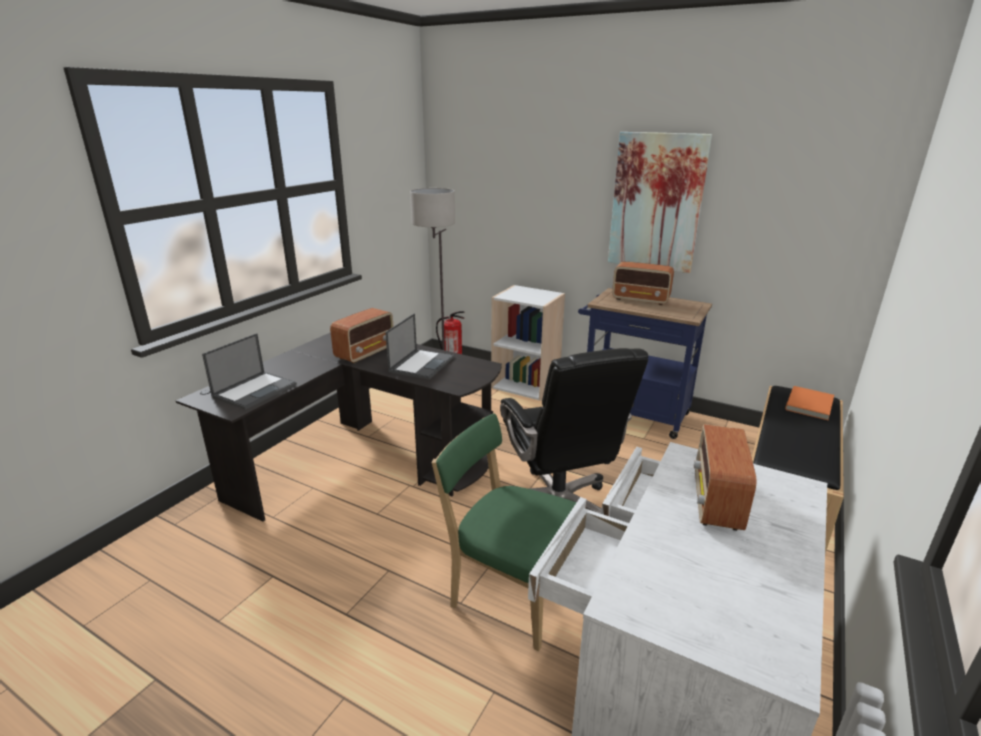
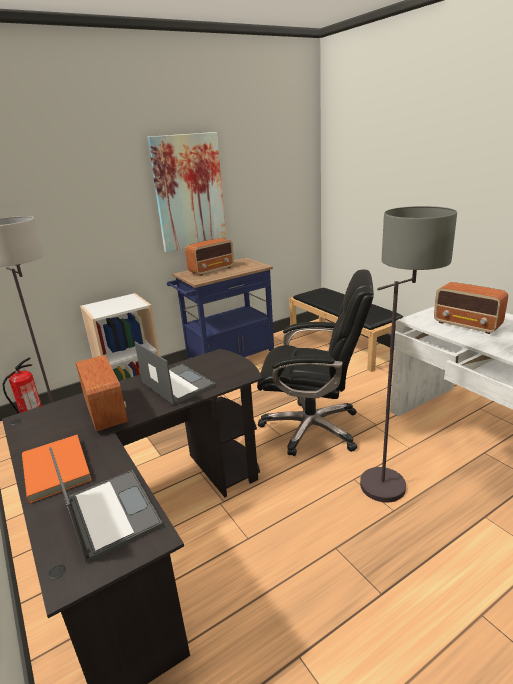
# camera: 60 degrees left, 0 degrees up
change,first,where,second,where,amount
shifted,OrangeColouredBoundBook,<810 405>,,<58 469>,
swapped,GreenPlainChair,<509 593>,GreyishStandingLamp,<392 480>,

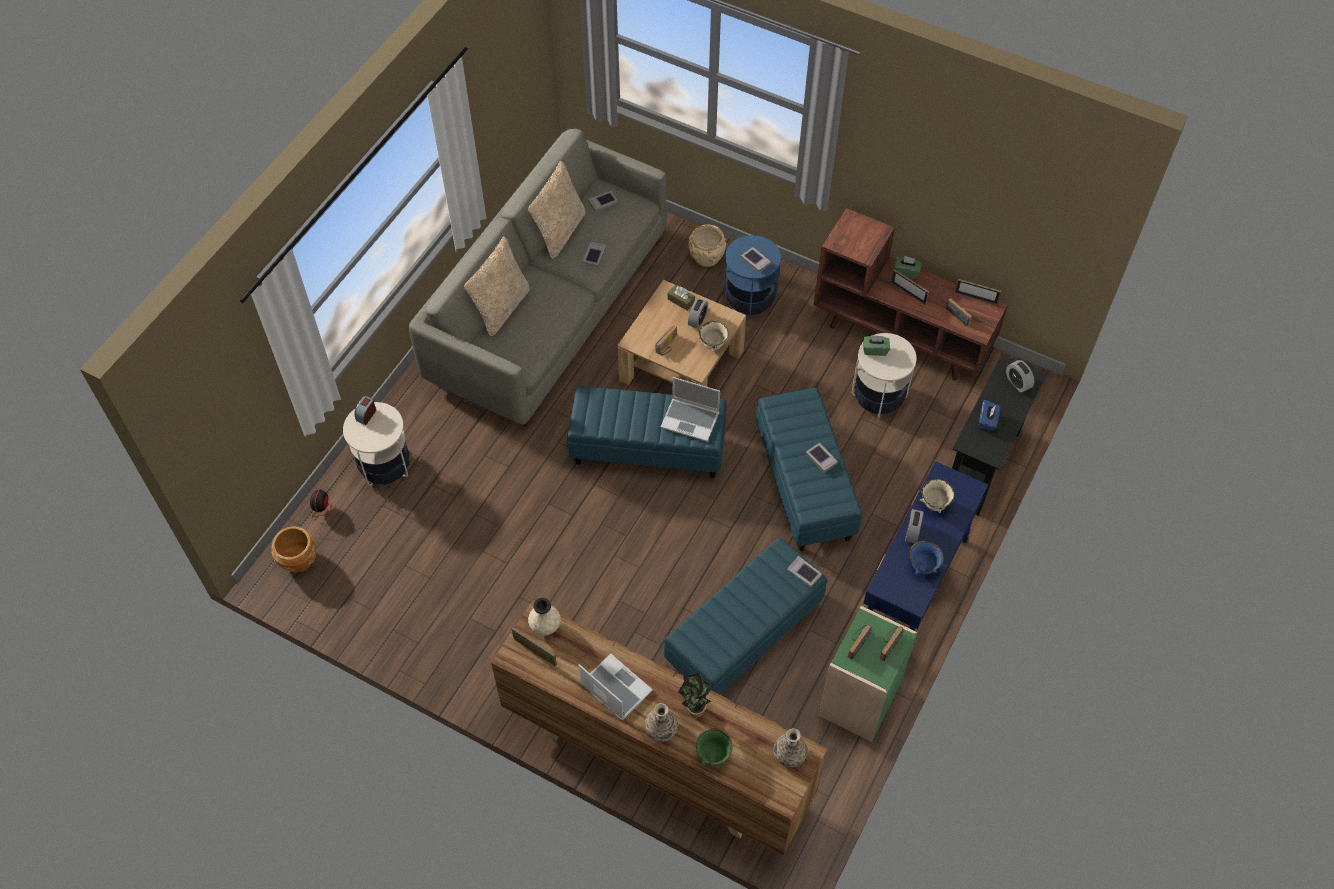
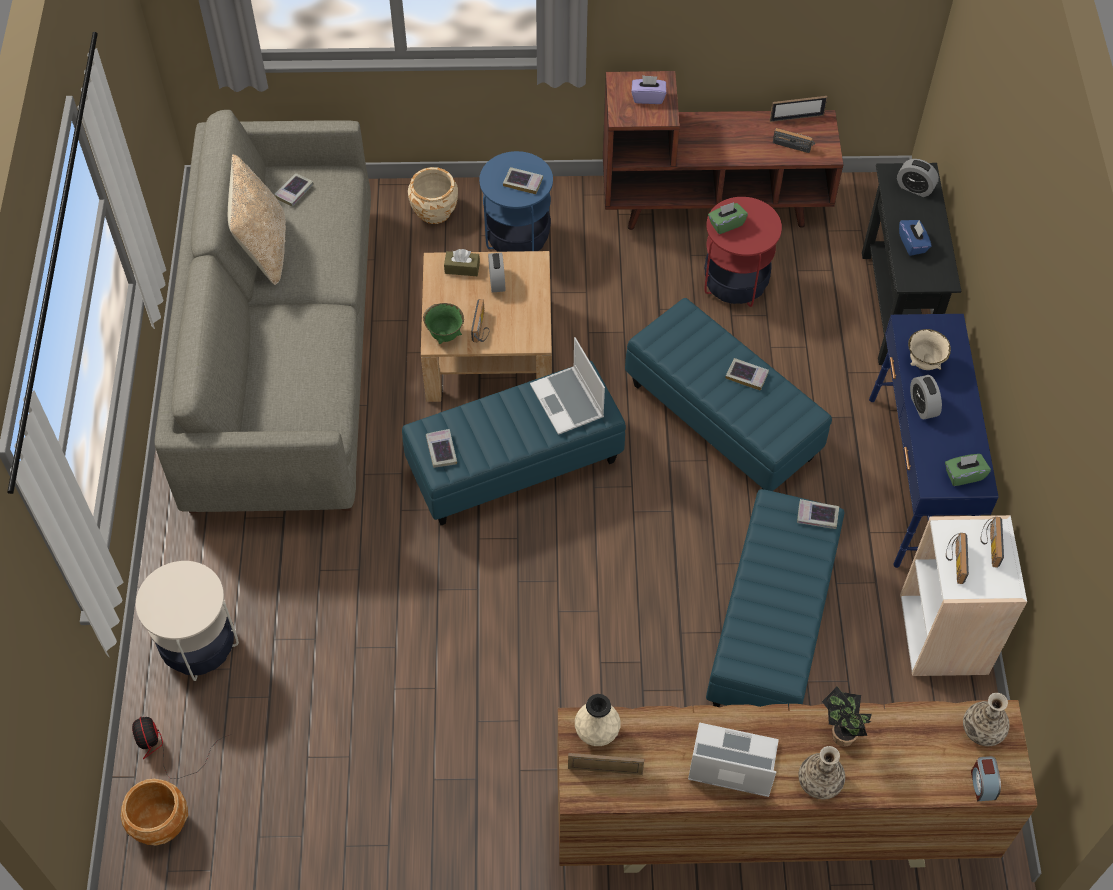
# camera: 30 degrees left, 0 degrees up
change,first,where,second,where,amount
gone,SandColouredPillow,<502 308>,,,
shifted,BoundBook,<594 256>,,<441 450>,
shifted,GreenBoxOfTissues,<906 272>,,<963 475>,
gone,PhotoFrame,<908 293>,,,
gone,SandColouredDeepDish,<713 345>,,,
repainted,SandColouredSideTable,<878 397>,RedSideTable,<735 284>,
rotated,Laptop,<691 420>,,<568 402>,75 degrees clockwise
shifted,TableClock,<366 415>,,<982 784>,
gone,BluishDeepDish,<923 566>,,,
repainted,GreenShelvingUnit,<860 701>,WhitishShelvingUnit,<945 635>,
shifted,GreenDeepDish,<713 755>,,<445 335>,
new,,,PurplishBoxOfTissues,<648 97>,

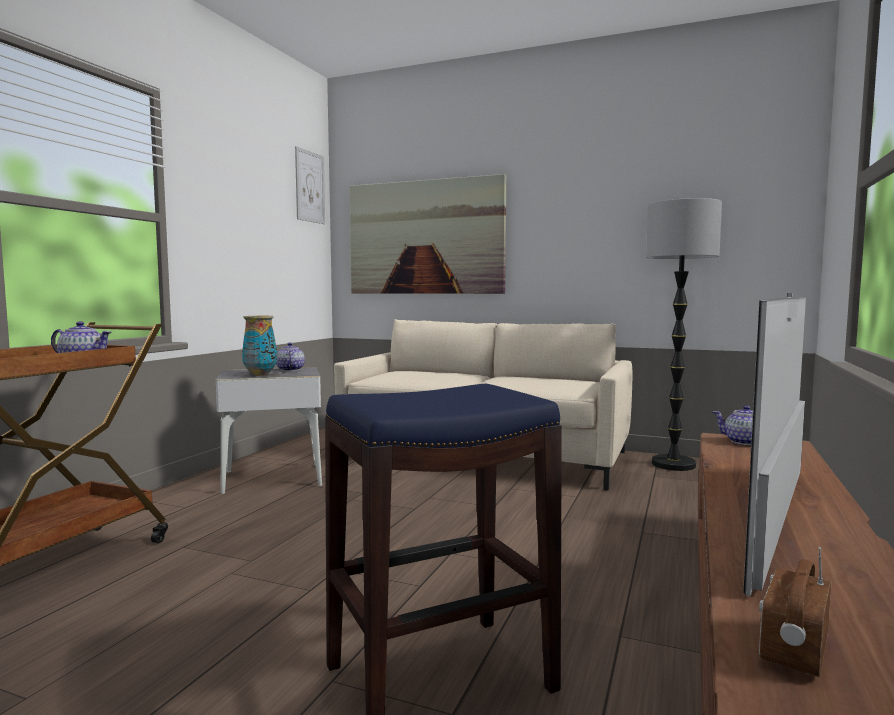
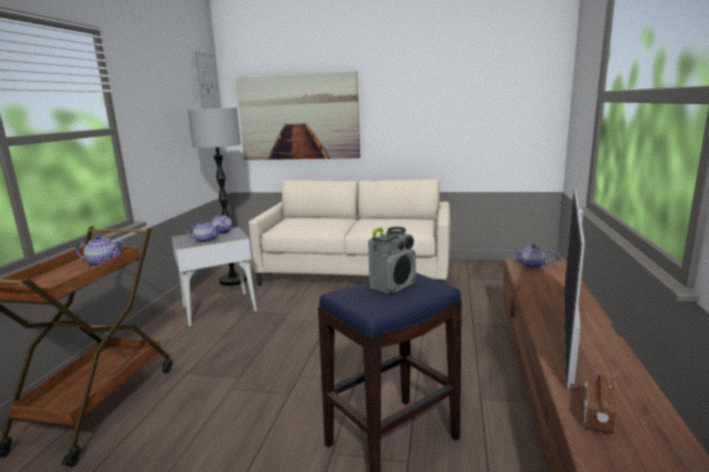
# camera: 10 degrees left, 10 degrees up
change,first,where,second,where,amount
shifted,StandingLamp,<673 464>,,<233 280>,
swapped,DecorativeVase,<260 374>,Teapot,<205 240>,
new,,,RadioSet,<393 286>,

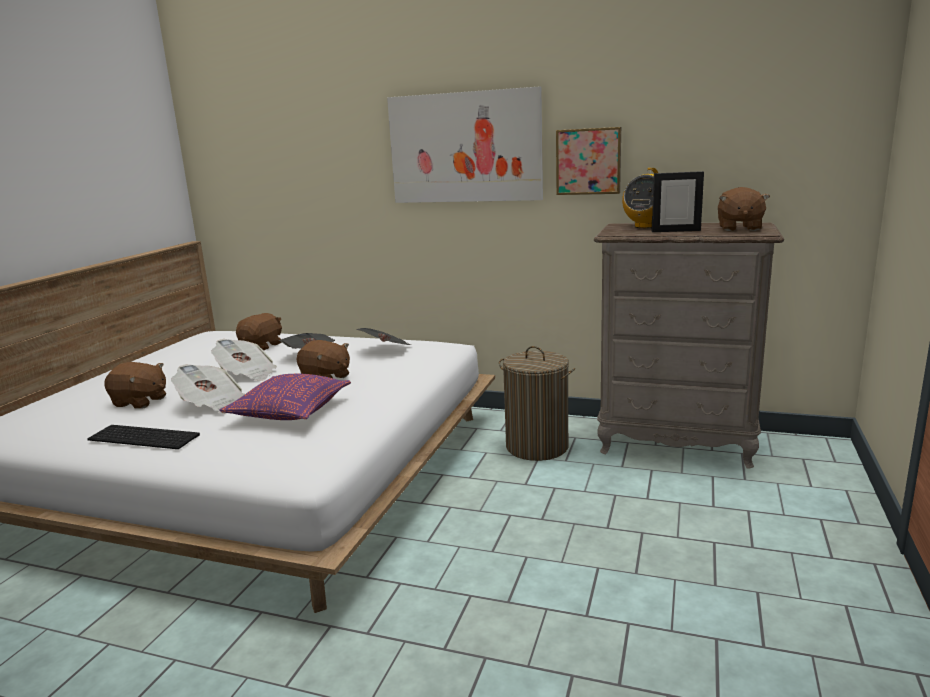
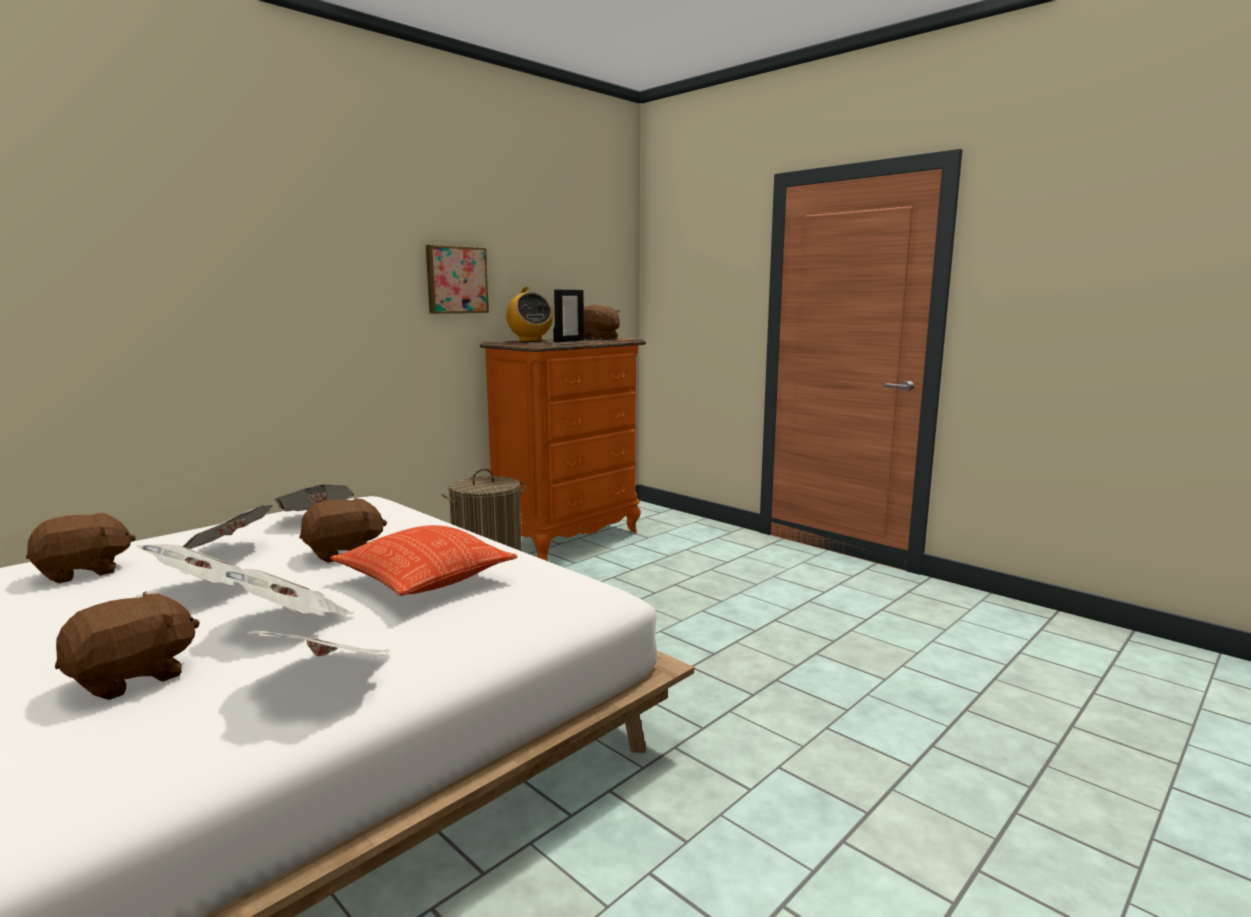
# camera: 65 degrees left, 5 degrees down
change,first,where,second,where,amount
gone,WallPicture,<465 147>,,,
repainted,SandColouredDresser,<676 444>,OrangeColouredDresser,<570 538>,
rotated,BrownishCuddlyToy,<262 346>,,<84 572>,90 degrees clockwise
repainted,PurplishPillow,<290 412>,OrangeColouredPillow,<424 580>,
swapped,ComputerKeyboard,<146 436>,Newspaper,<329 675>,

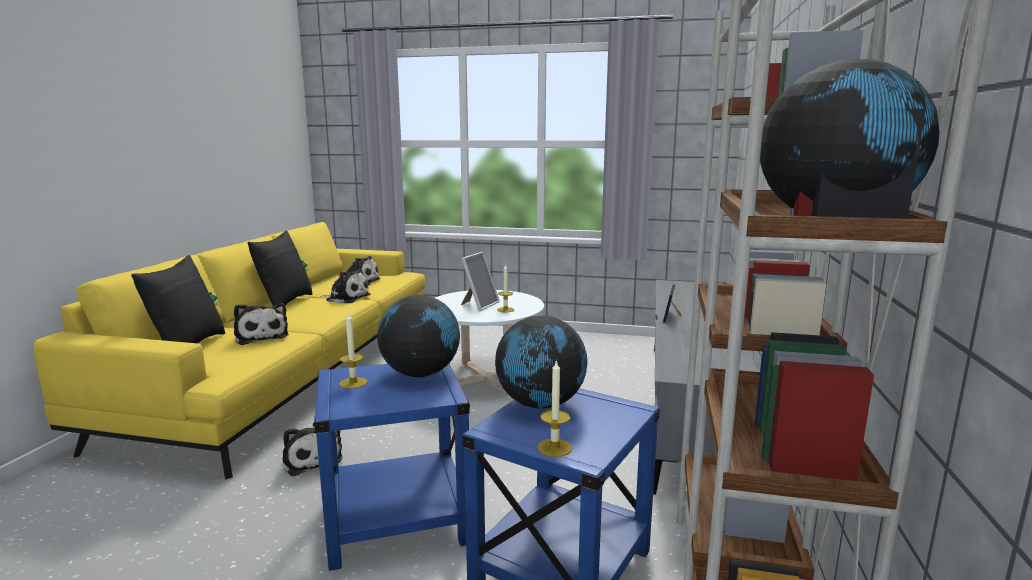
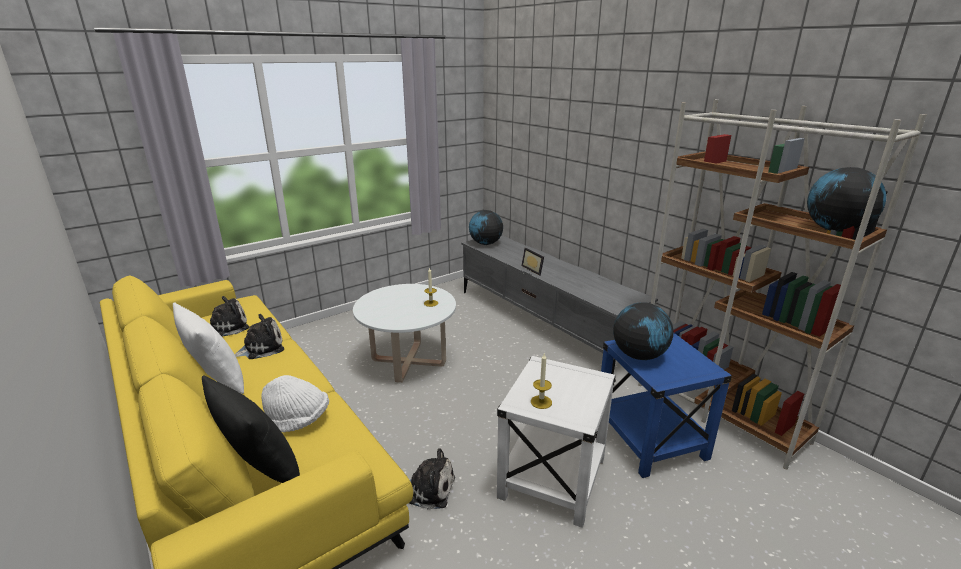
# camera: 50 degrees left, 10 degrees up
change,first,where,second,where,amount
repainted,BlackColouredPillow,<285 303>,WhitishPillow,<217 381>,
gone,PhotoFrame,<479 305>,,,
shifted,Globe,<420 374>,,<485 243>,
swapped,CuddlyToy,<261 336>,WhitishClothingHat,<298 420>,
gone,WaxCandle,<554 447>,,,
repainted,BluishSideTable,<397 520>,WhitishSideTable,<552 477>,

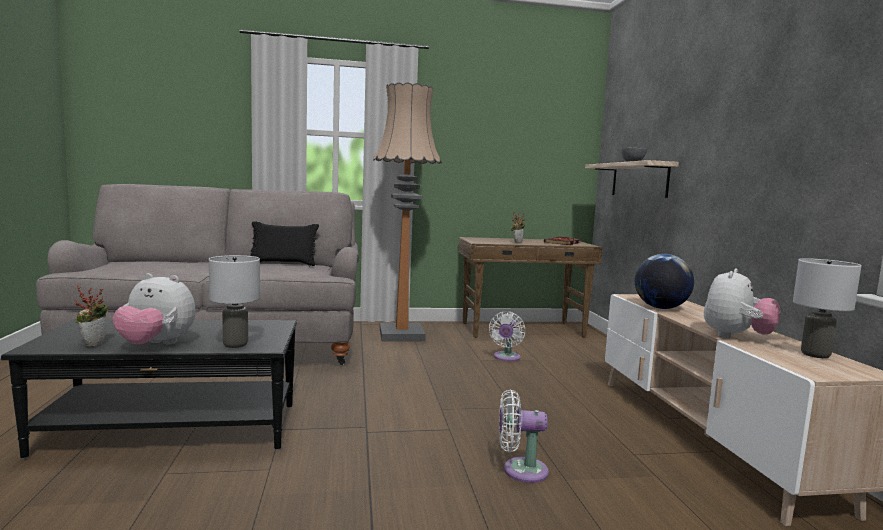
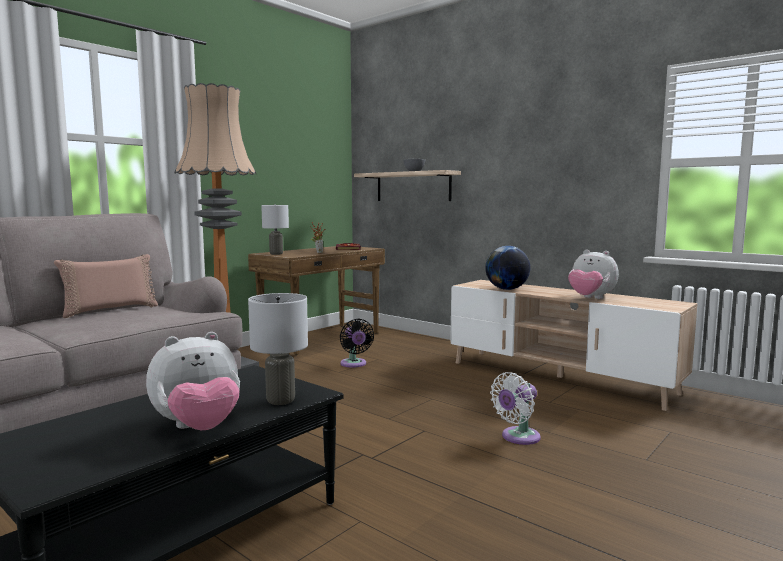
# camera: 40 degrees left, 0 degrees up
change,first,where,second,where,amount
repainted,BlackColouredPillow,<283 264>,SandColouredPillow,<110 311>,
shifted,WhitishTabletopLamp,<816 355>,,<276 254>,
rotated,CuddlyToy,<736 337>,,<590 298>,135 degrees clockwise
gone,PlantInAPot,<93 343>,,,
repainted,WhitishElectricFan,<506 358>,BlackColouredElectricFan,<354 364>,

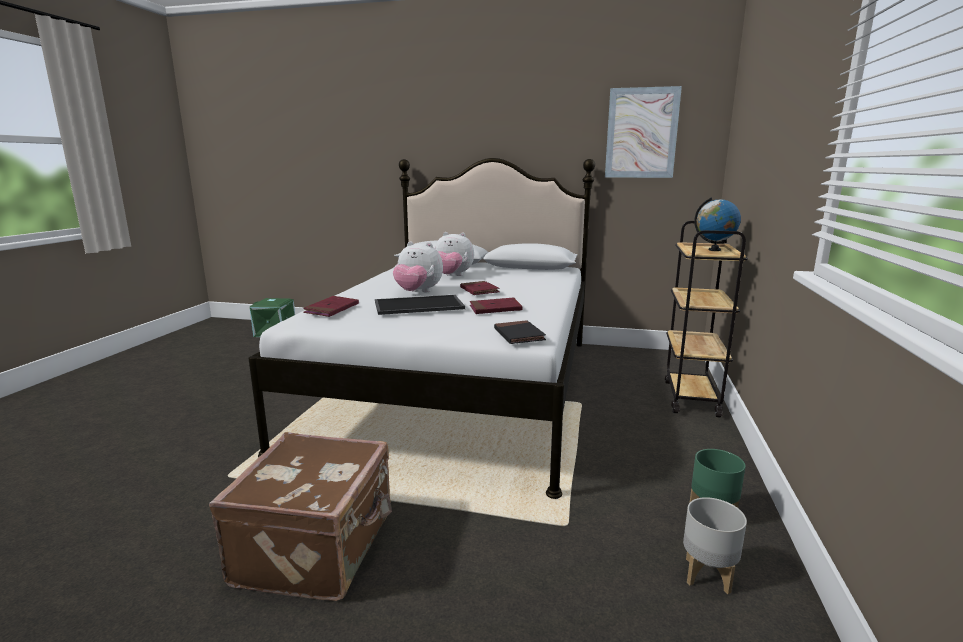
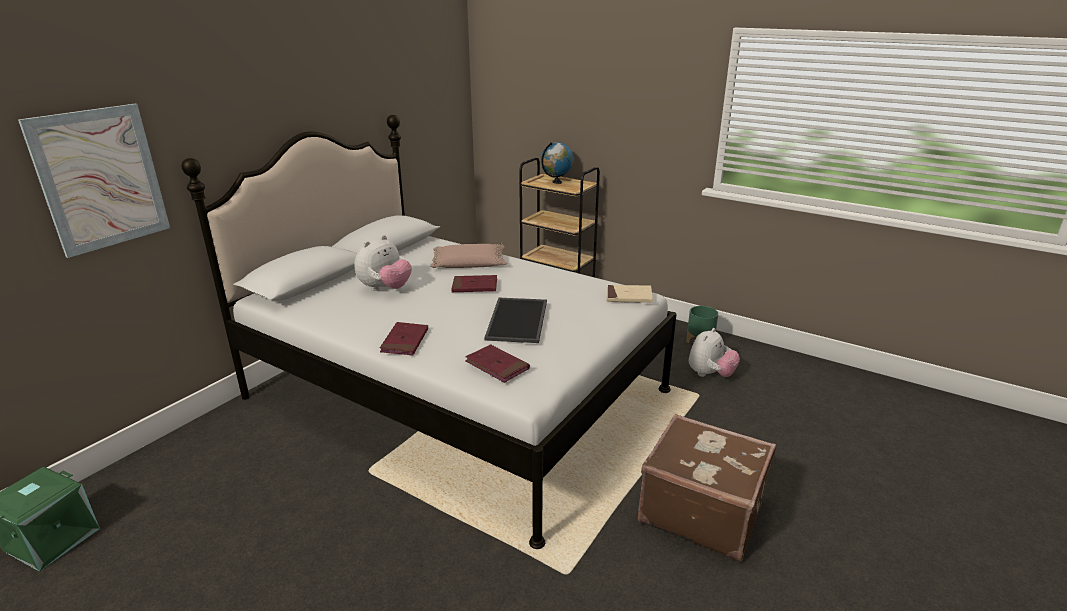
# camera: 70 degrees left, 10 degrees up
change,first,where,second,where,amount
shifted,WallPicture,<641 133>,,<101 179>,
shifted,CuddlyToy,<418 292>,,<710 374>,
shifted,RedBoundBook,<495 309>,,<405 341>,
repainted,BlackColouredBoundBook,<519 335>,SandColouredBoundBook,<628 296>,
gone,GreyishPlantPot,<706 575>,,,
new,,,SandColouredPillow,<469 262>,

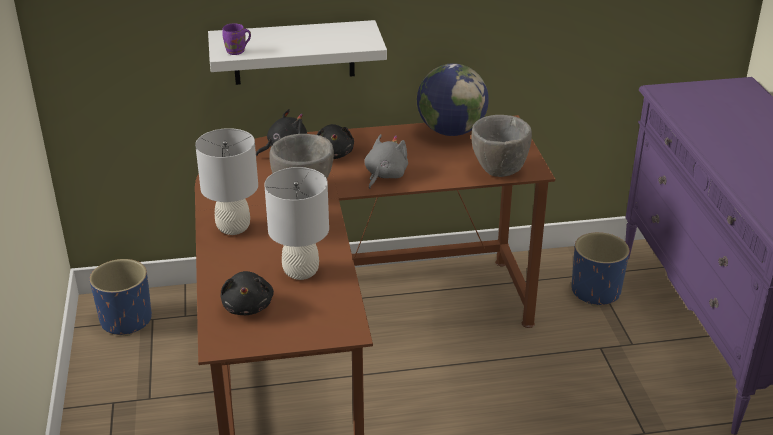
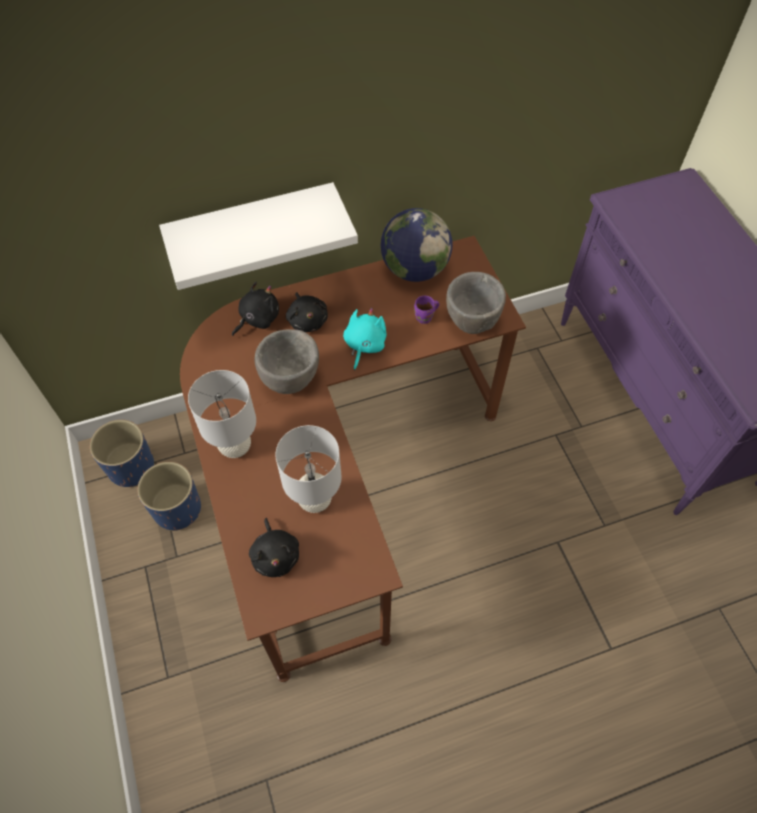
# camera: 10 degrees left, 25 degrees up
change,first,where,second,where,amount
shifted,PurplishCoffeeMug,<237 52>,,<425 318>,
repainted,GreyishCuddlyToy,<384 175>,TurquoiseCuddlyToy,<364 345>,
shifted,BluishPlantPot,<595 292>,,<177 509>,

